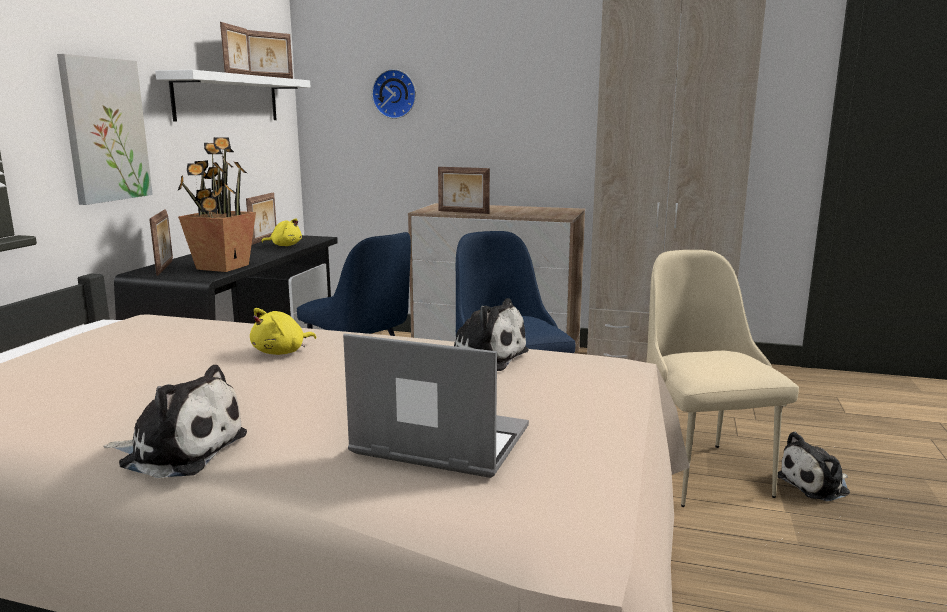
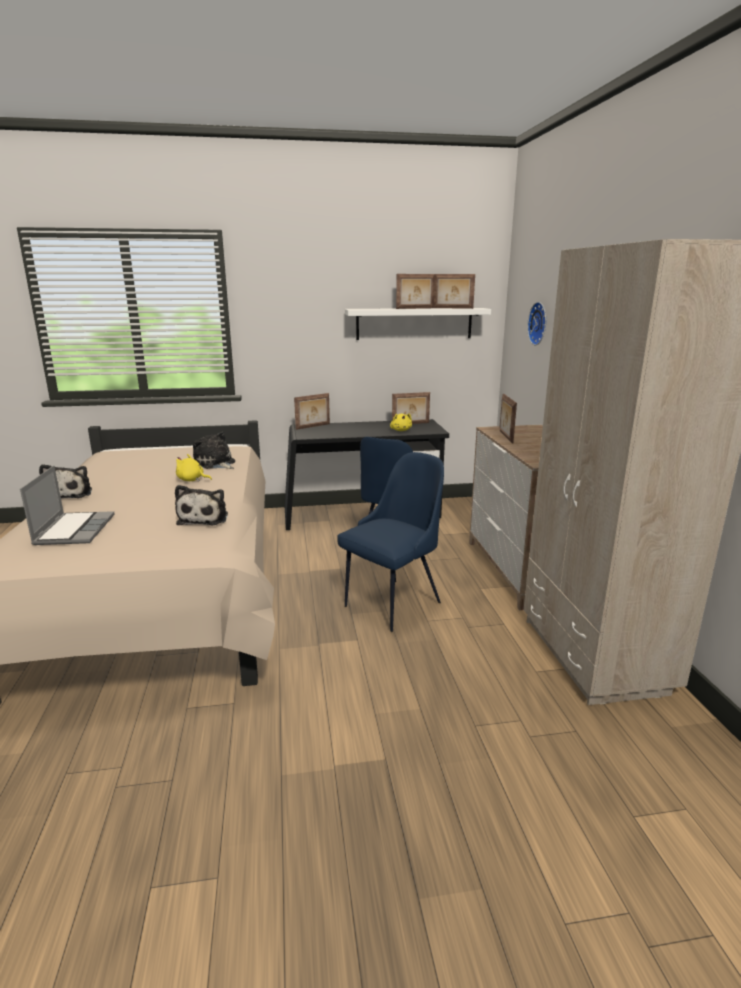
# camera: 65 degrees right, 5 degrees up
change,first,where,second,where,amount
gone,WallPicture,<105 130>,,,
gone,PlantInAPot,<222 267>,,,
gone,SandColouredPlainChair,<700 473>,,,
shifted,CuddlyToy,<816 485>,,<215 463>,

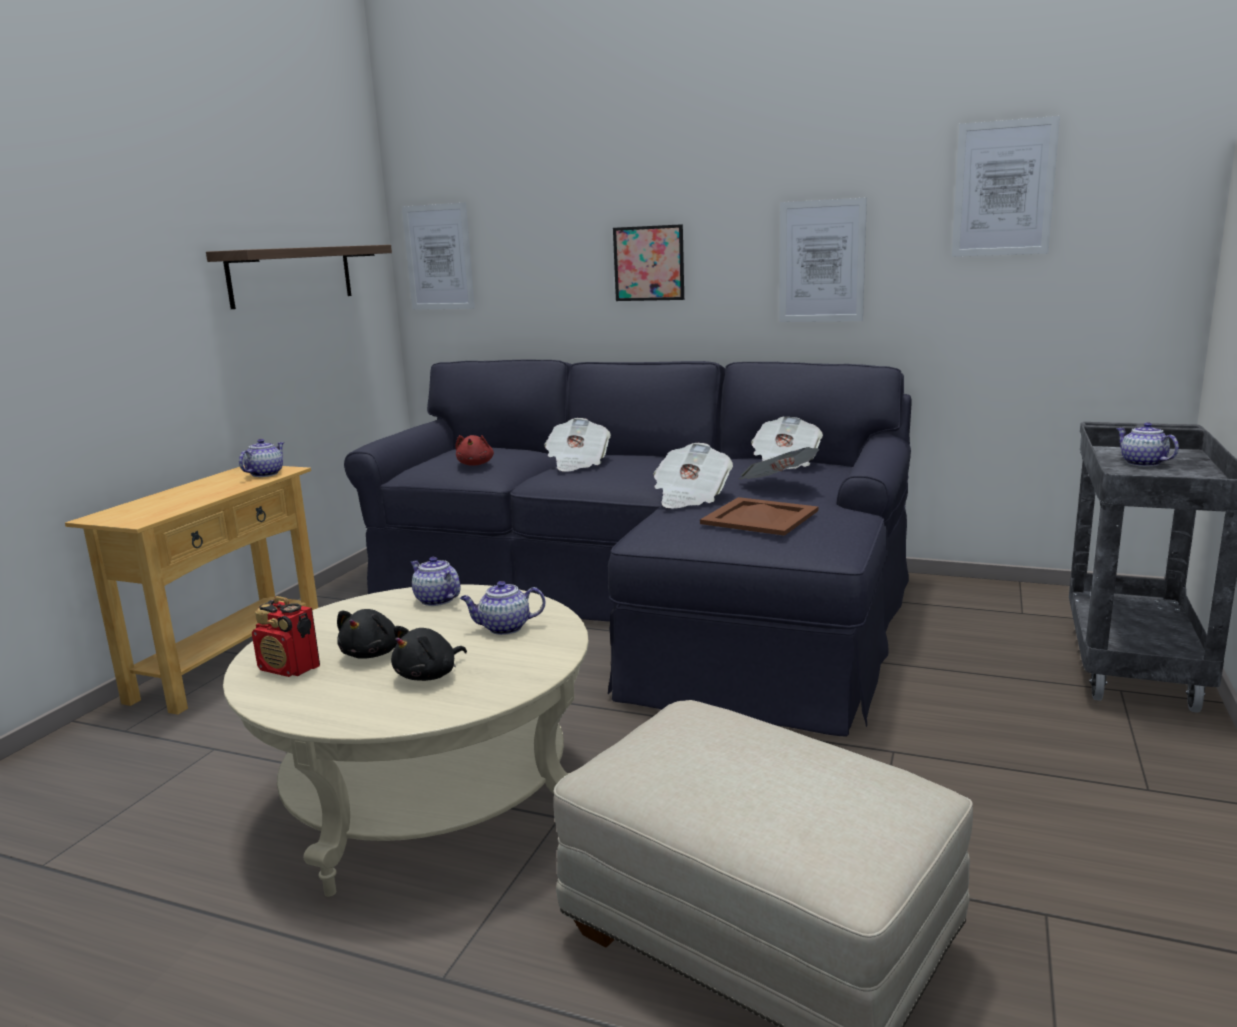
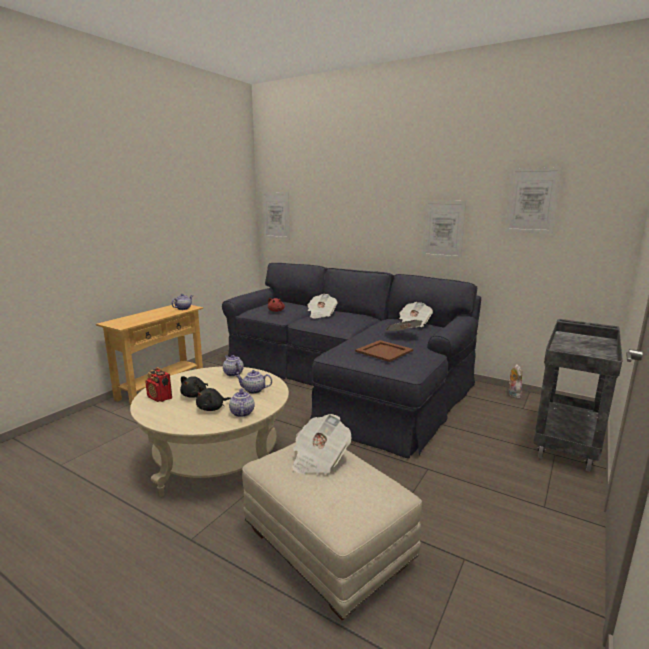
# camera: 10 degrees right, 0 degrees up
change,first,where,second,where,amount
gone,WallPicture,<649 263>,,,
gone,Shelf,<291 275>,,,
shifted,Teapot,<1141 463>,,<242 413>,
shifted,Newspaper,<690 498>,,<319 459>,
new,,,CuddlyToy,<513 394>,

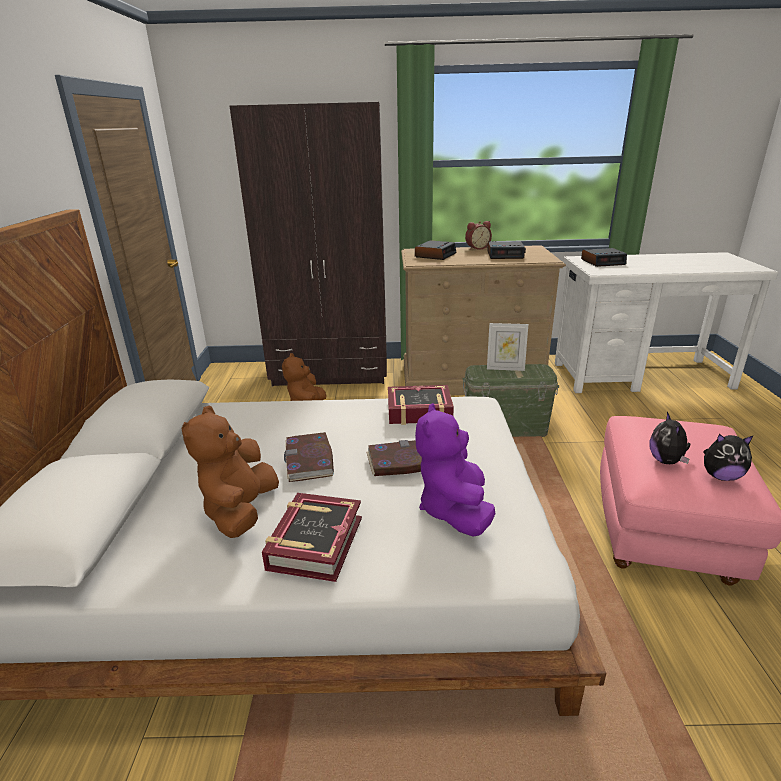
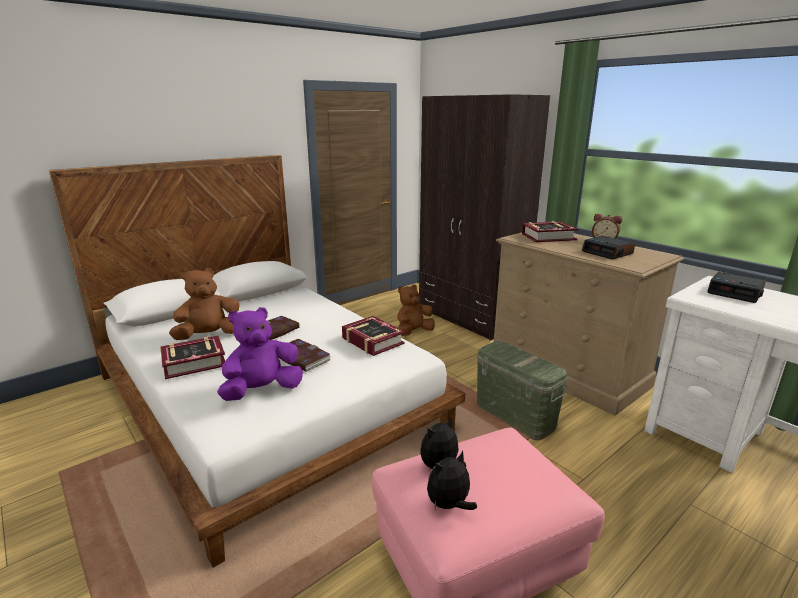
# camera: 50 degrees right, 5 degrees down
change,first,where,second,where,amount
swapped,TableClock,<435 255>,BoundBook,<548 237>,
gone,PhotoFrame,<505 368>,,,
rotated,CuddlyToy,<720 476>,,<449 505>,90 degrees clockwise

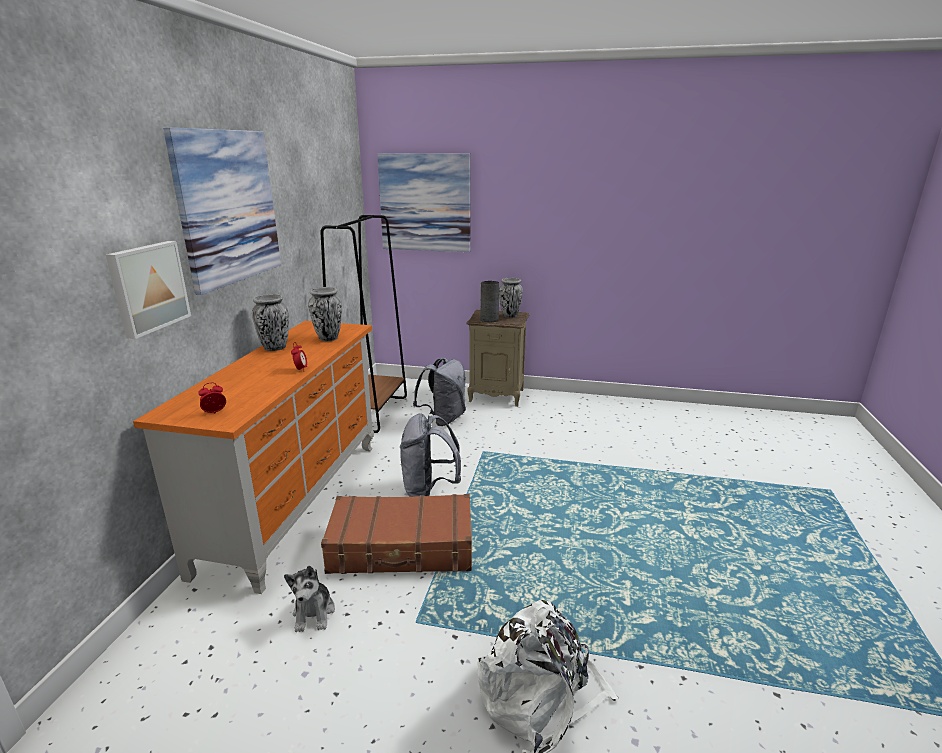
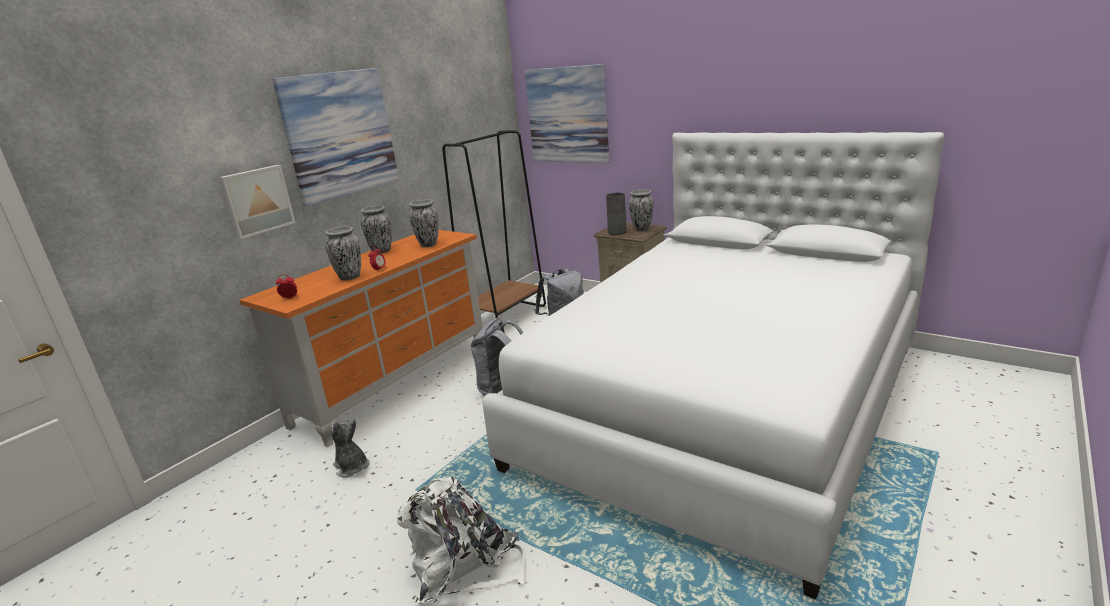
# camera: 25 degrees right, 0 degrees up
change,first,where,second,where,amount
gone,BrownishPieceOfLuggage,<402 548>,,,
rotated,CuddlyToy,<314 613>,,<352 467>,120 degrees clockwise
new,,,WhitishSleepingBed,<725 404>,
new,,,DecorativeVase,<349 277>,

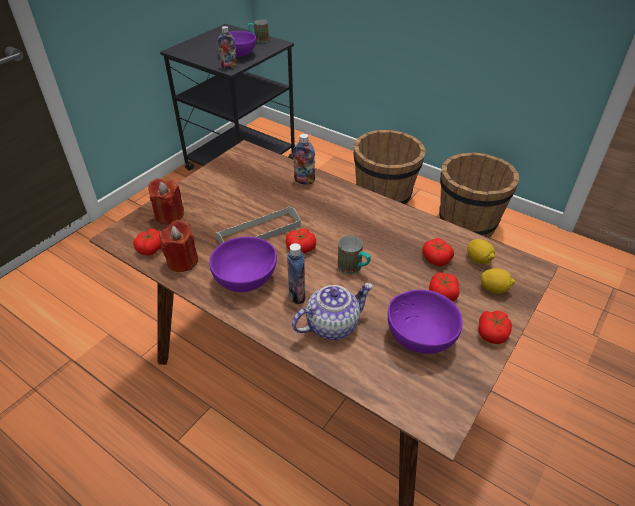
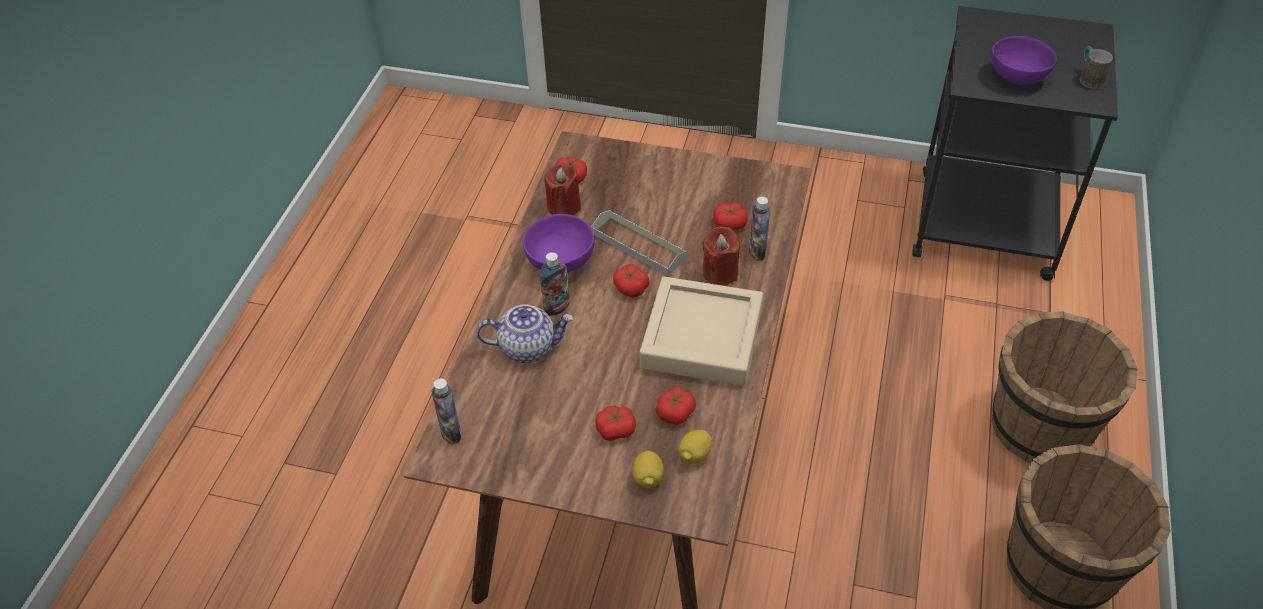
# camera: 70 degrees right, 5 degrees up
change,first,where,second,where,amount
shifted,BeverageBottle,<229 66>,,<451 433>,
shifted,RedWaxCandle,<169 215>,,<720 272>,
gone,CoffeeMug,<353 269>,,,
rotated,Teapot,<332 325>,,<528 347>,45 degrees counterclockwise
gone,PurplishDeepDish,<419 335>,,,
shifted,Tomato,<492 333>,,<730 224>,
new,,,SandColouredServingTray,<702 338>,

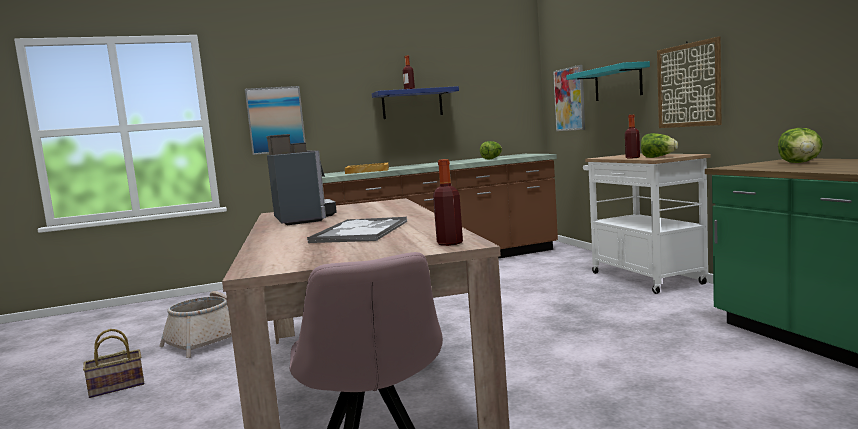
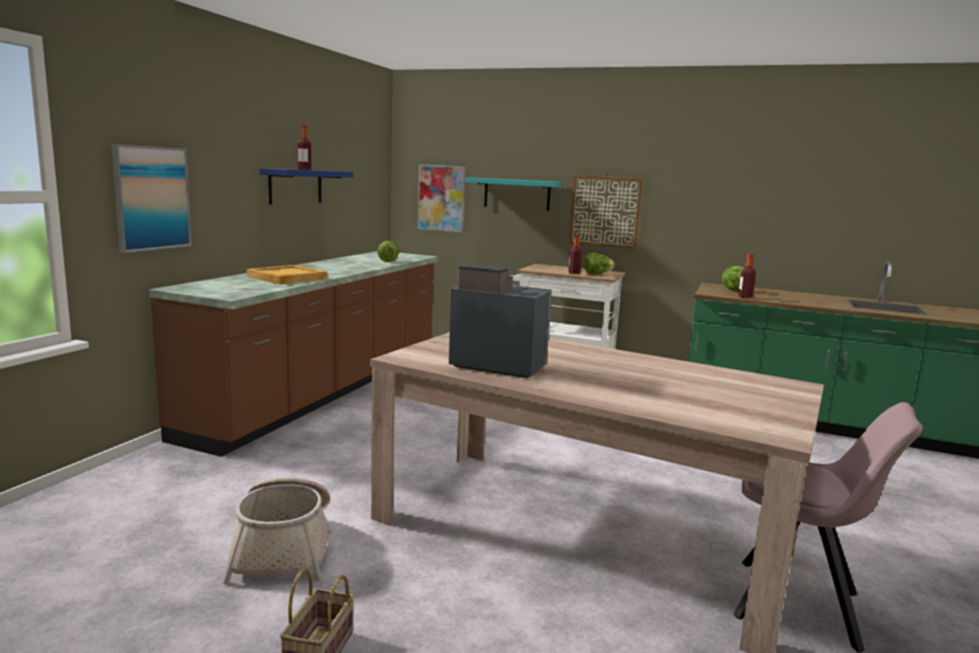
# camera: 50 degrees left, 5 degrees up
change,first,where,second,where,amount
shifted,BeverageBottle,<449 243>,,<745 297>,
gone,ServingTray,<361 231>,,,

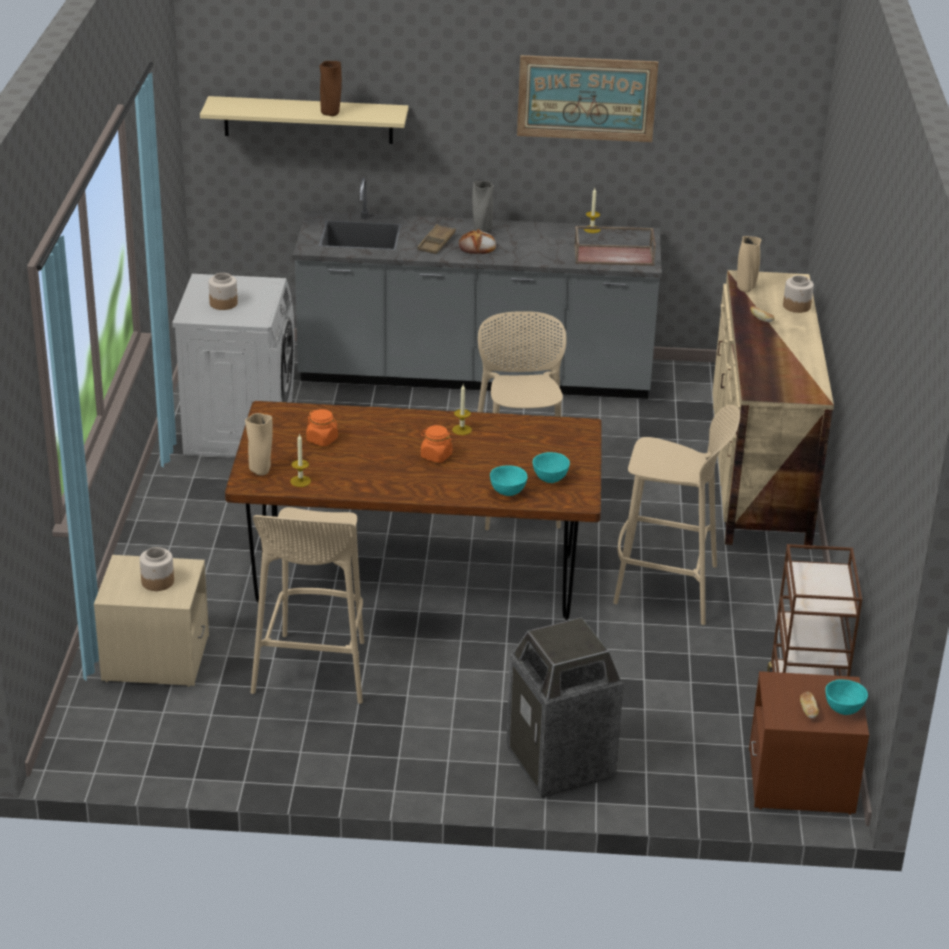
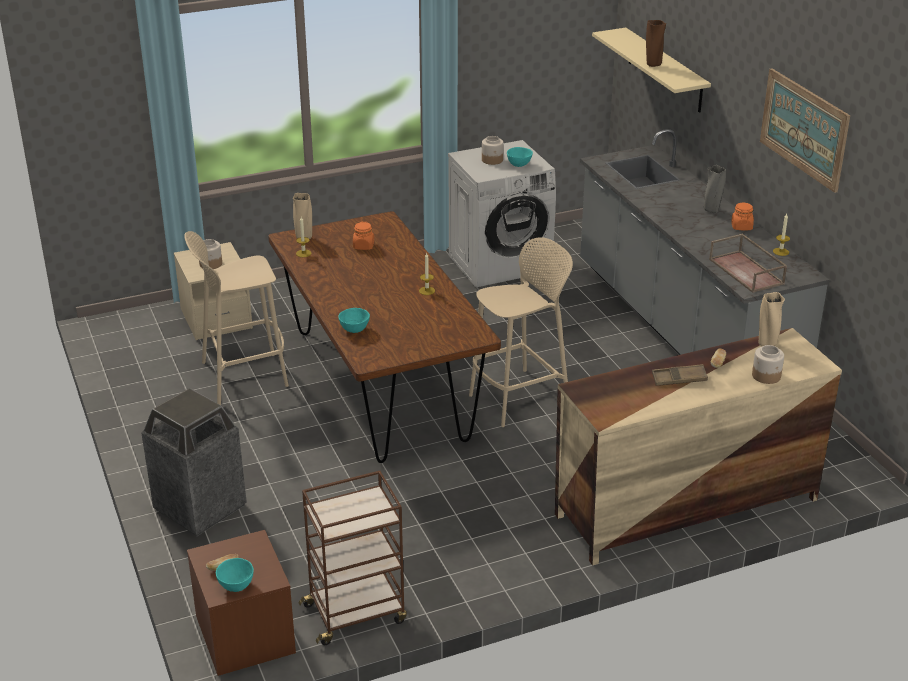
# camera: 65 degrees right, 0 degrees up
change,first,where,second,where,amount
shifted,BrownishServingTray,<436 243>,,<679 379>,
gone,BakeryBread,<477 246>,,,
gone,SandColouredSittingStool,<668 589>,,,
shifted,OrangeColouredStorageJar,<436 456>,,<741 226>,
shifted,TurquoiseDeepDish,<550 478>,,<519 165>,

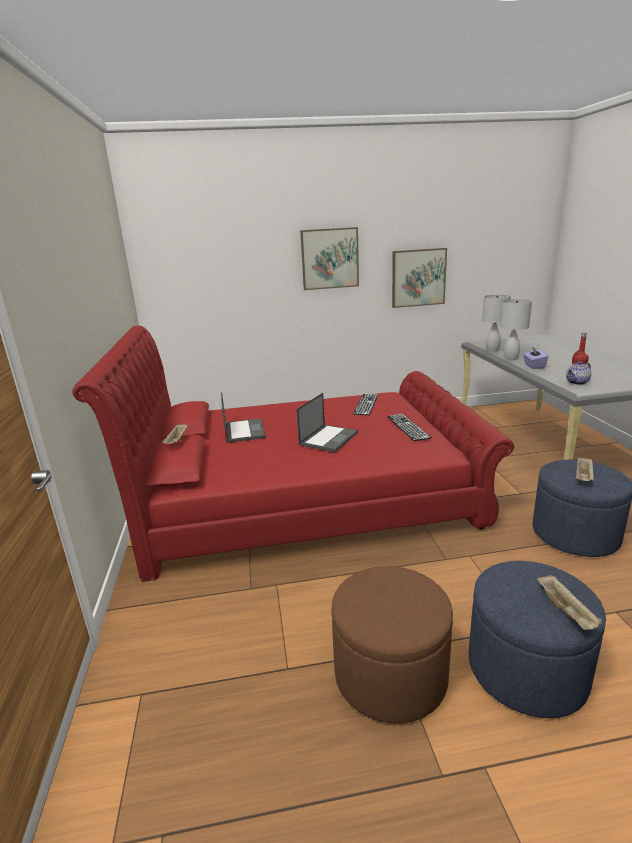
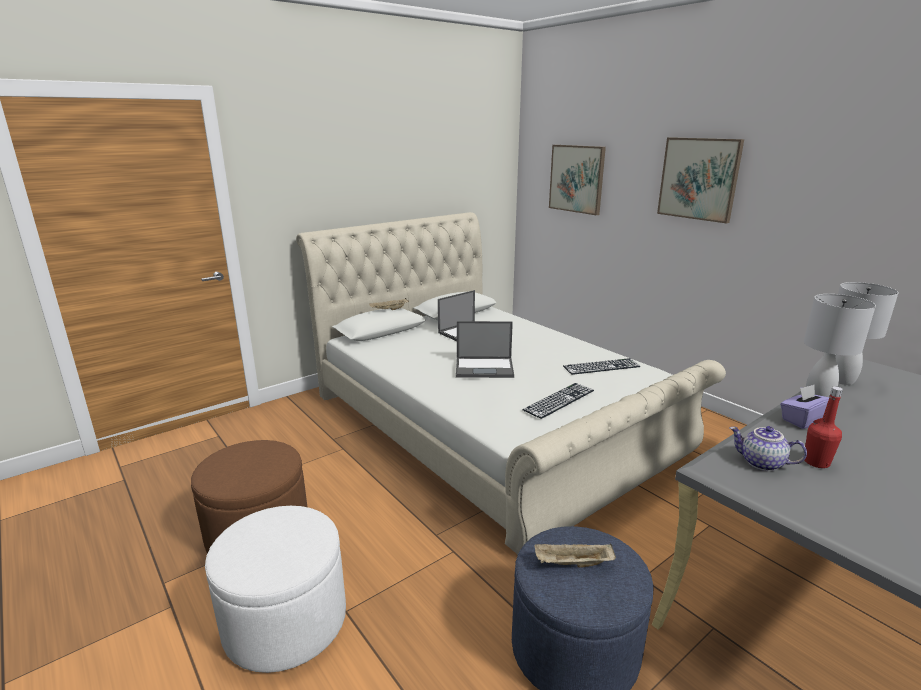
# camera: 60 degrees right, 0 degrees up
change,first,where,second,where,amount
shifted,WallPicture,<418 277>,,<577 179>,
repainted,RedSleepingBed,<305 493>,SandColouredSleepingBed,<488 420>,
repainted,BluishOttoman,<526 669>,WhitishOttoman,<285 621>,
gone,SandColouredServingTray,<566 611>,,,

